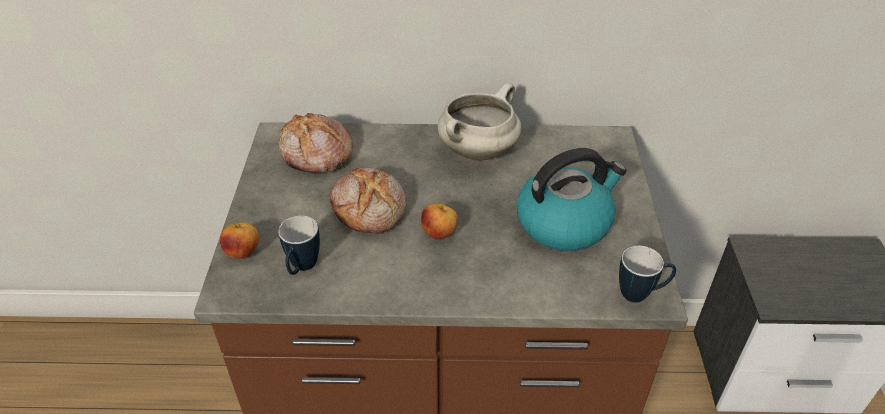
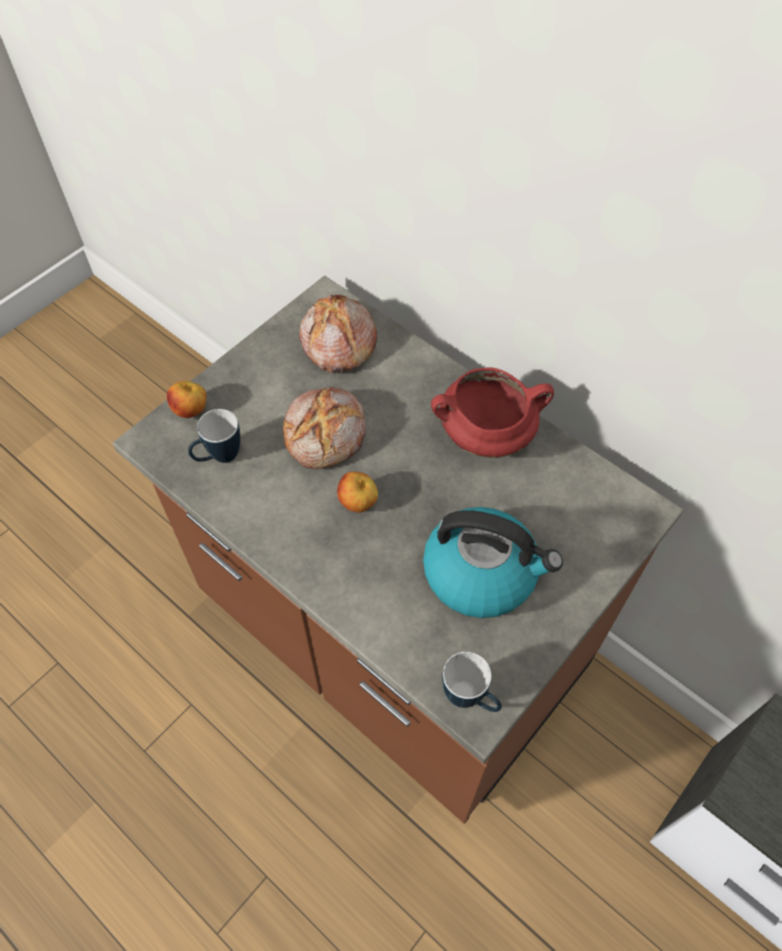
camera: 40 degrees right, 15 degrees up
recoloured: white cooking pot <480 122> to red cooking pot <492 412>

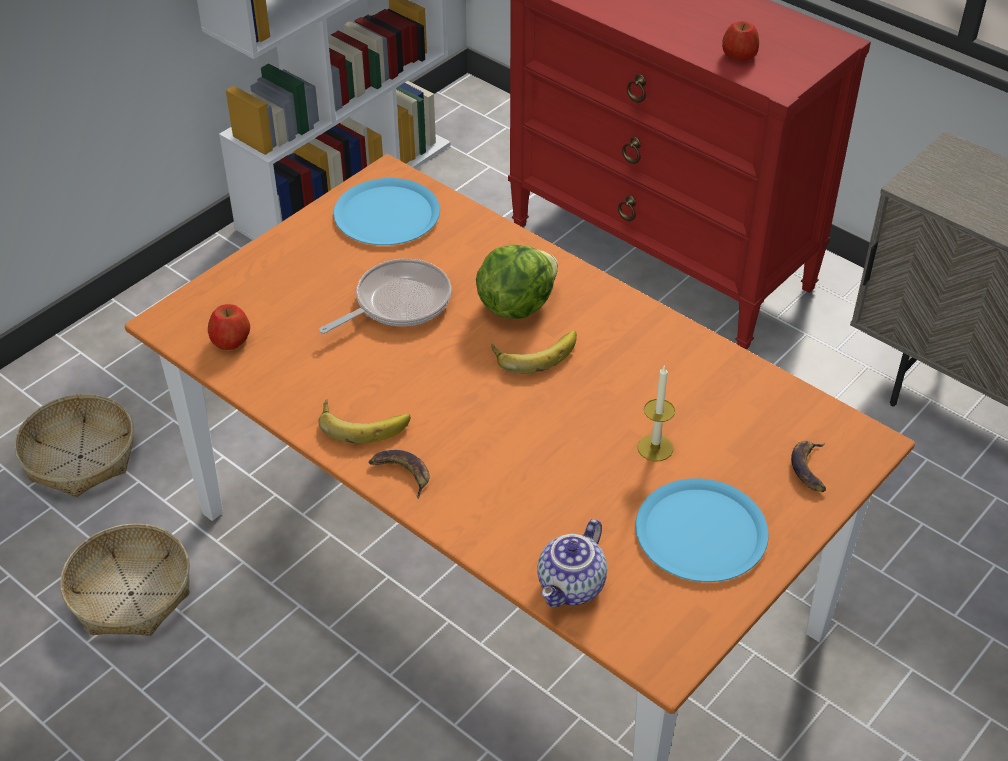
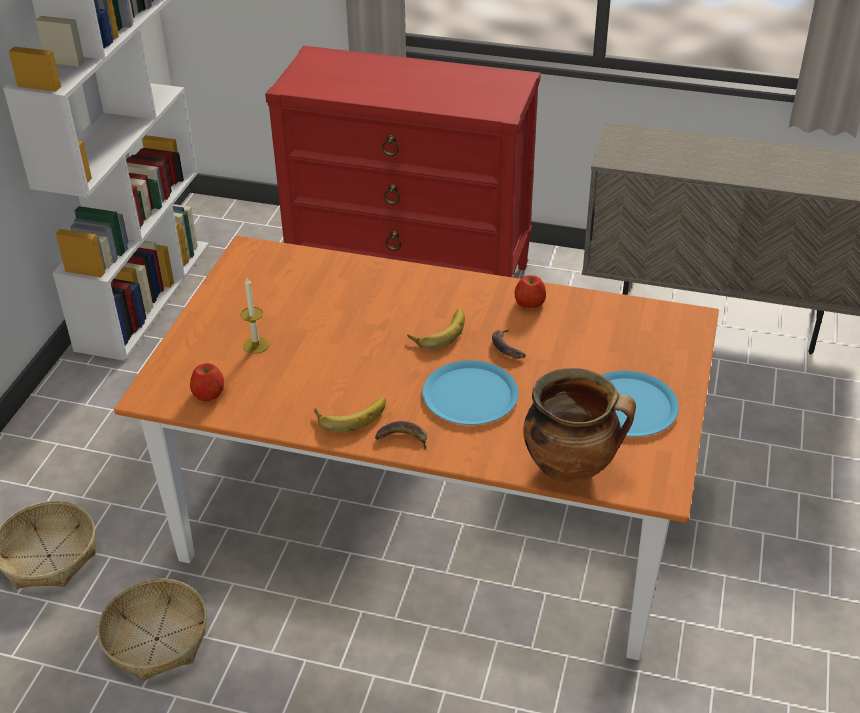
camera: 25 degrees left, 5 degrees down
removed: frying pan <385 296>; lettuce <517 282>
moved: blue plate <386 211> to <470 392>; candle <656 413> to <255 316>; apple <740 41> to <530 291>; banana <808 466> to <509 343>
replaced: teapot <572 563> to cooking pot <579 426>

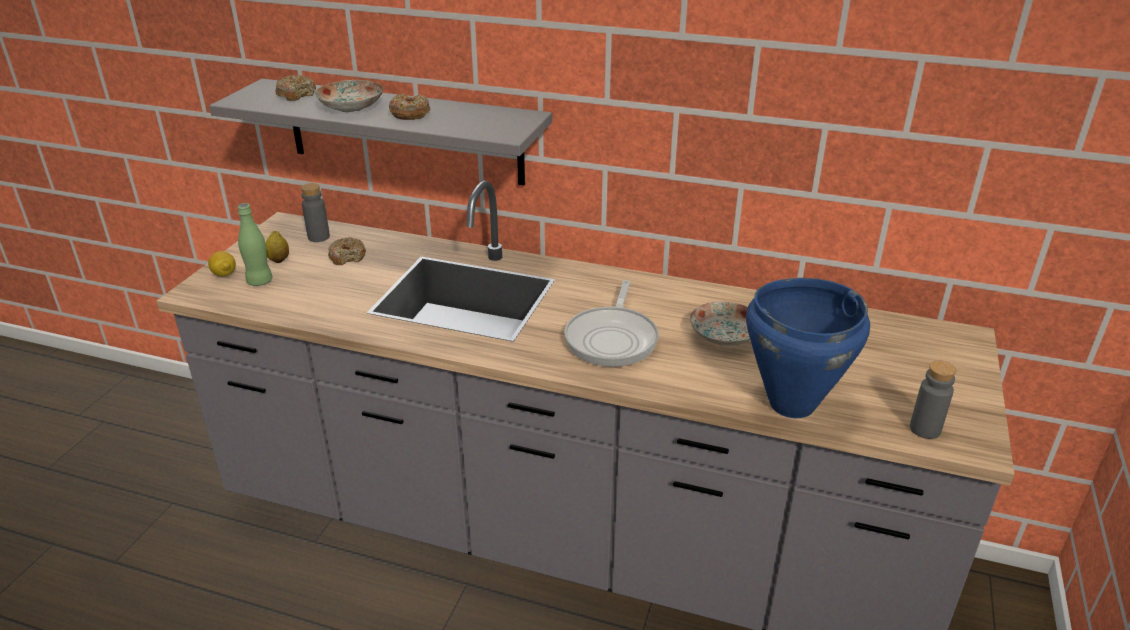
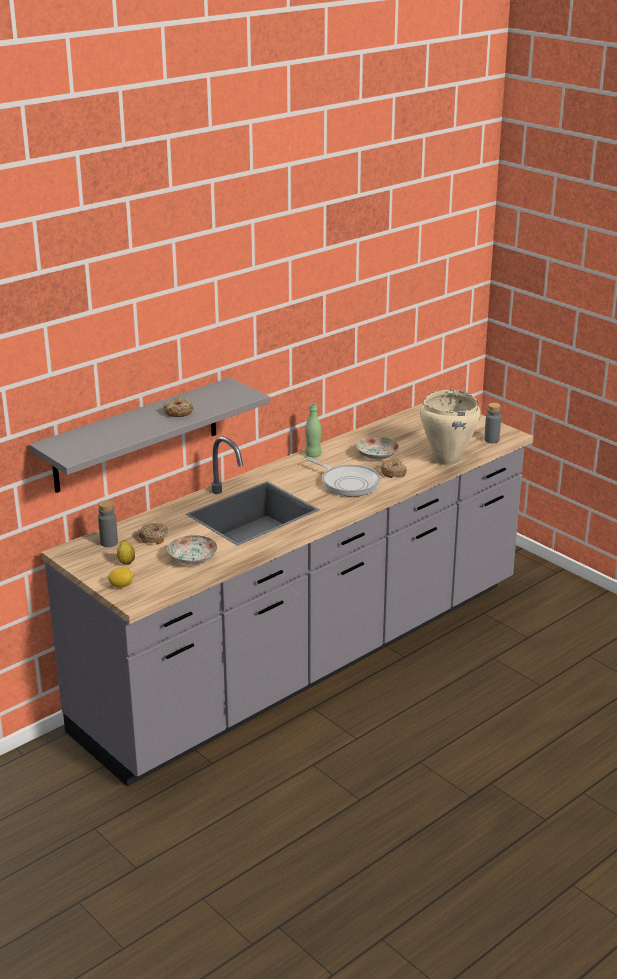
camera: 60 degrees left, 5 degrees down
moved: green bottle <255 244> to <313 430>; donut <295 88> to <393 468>; plate <349 96> to <192 549>
recoloured: blue cooking pot <808 348> to beige cooking pot <450 427>

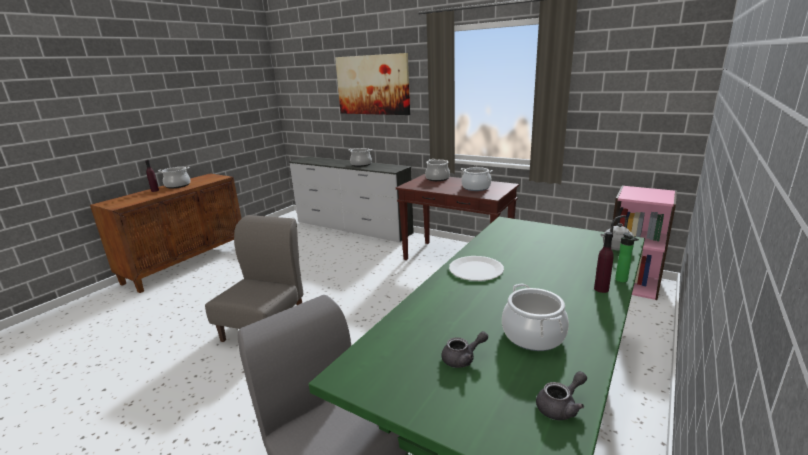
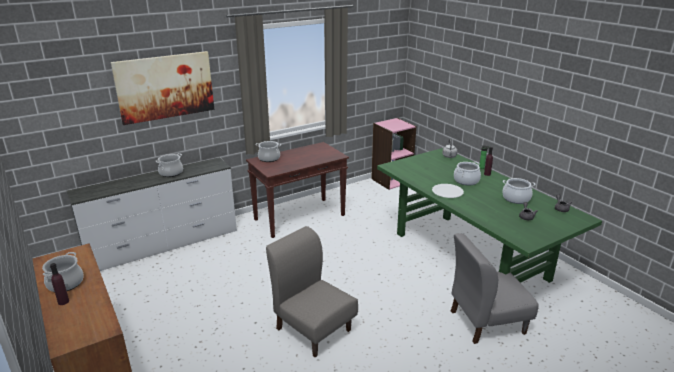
camera: 65 degrees left, 5 degrees up
moved: cooking pot <477 179> to <467 173>

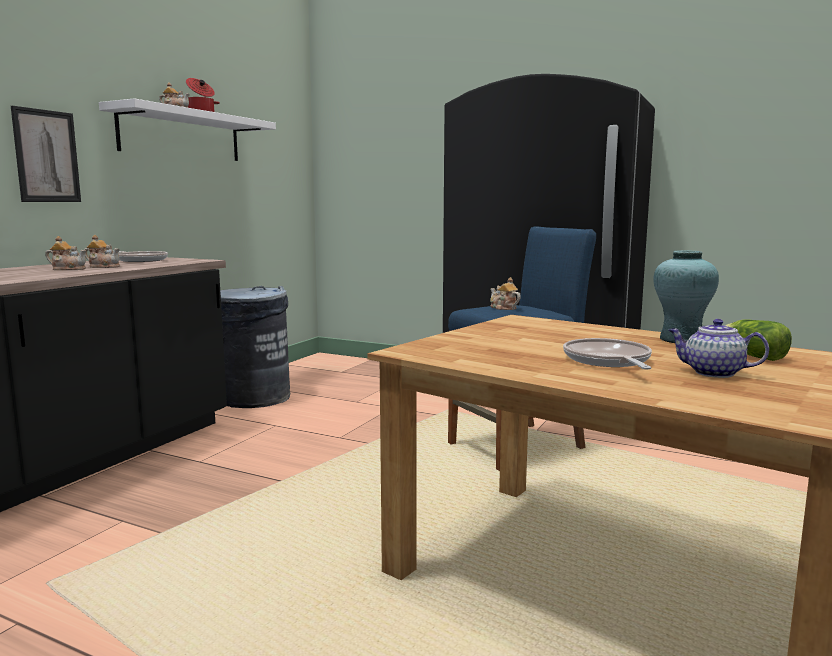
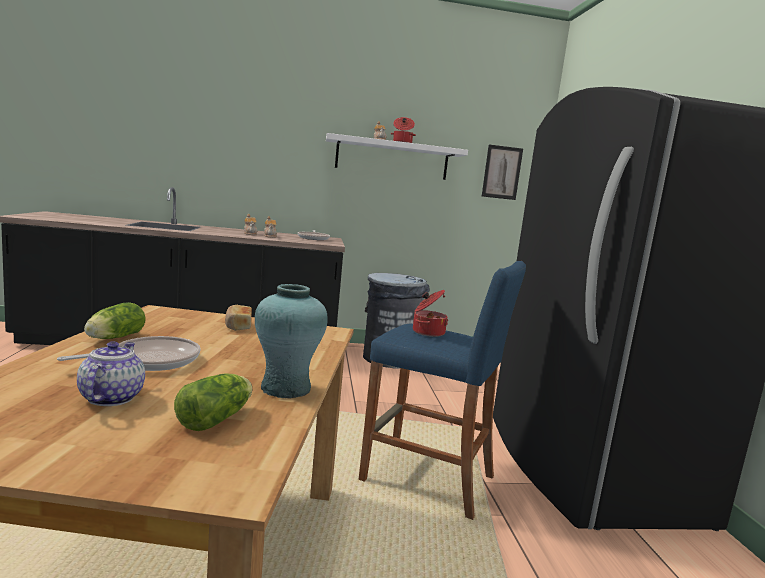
camera: 55 degrees right, 0 degrees up
added: lettuce <115 320>; bread <238 318>
moved: picture <46 154> to <502 172>
replaced: teapot <505 293> to cooking pot <430 313>

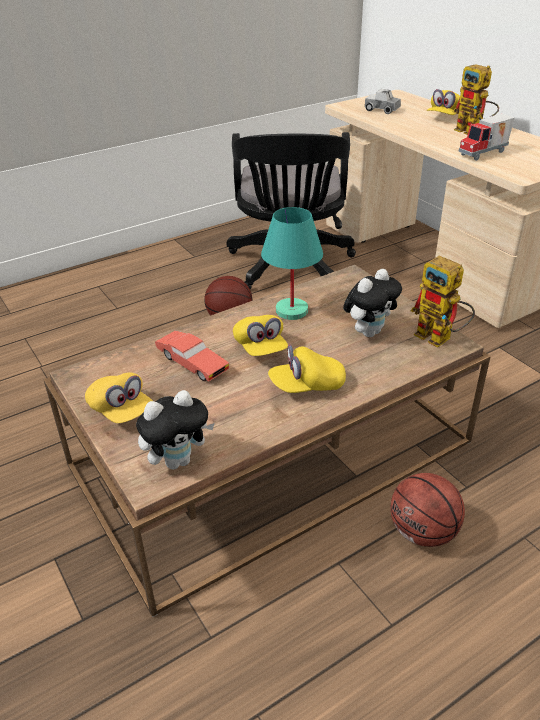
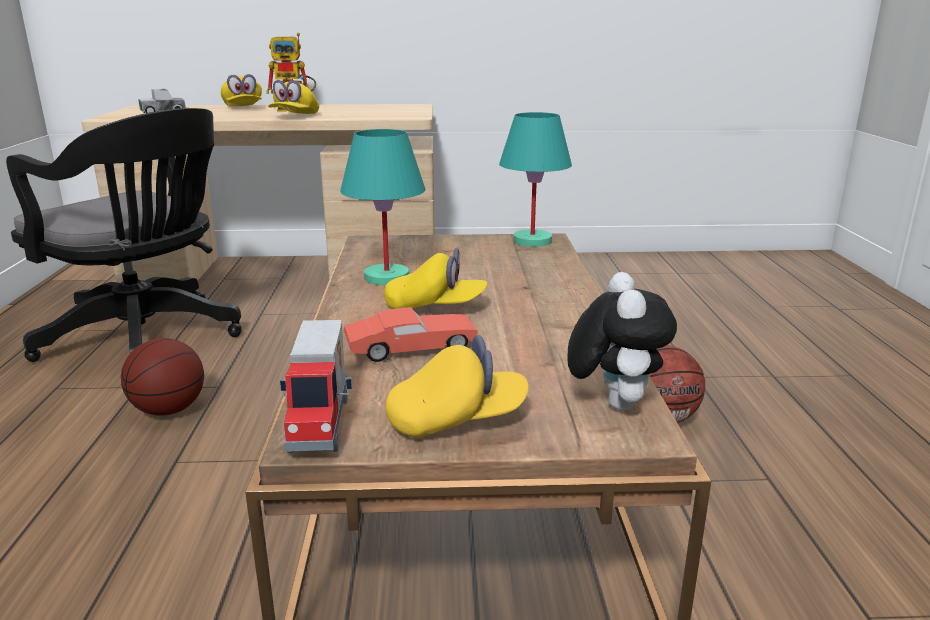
camera: 60 degrees left, 15 degrees down
removed: plush toy <372 303>
moved: yellow cap <307 369> to <293 97>; toy truck <486 137> to <316 387>
replaced: toy robot <443 301> to turquoise table lamp <535 179>

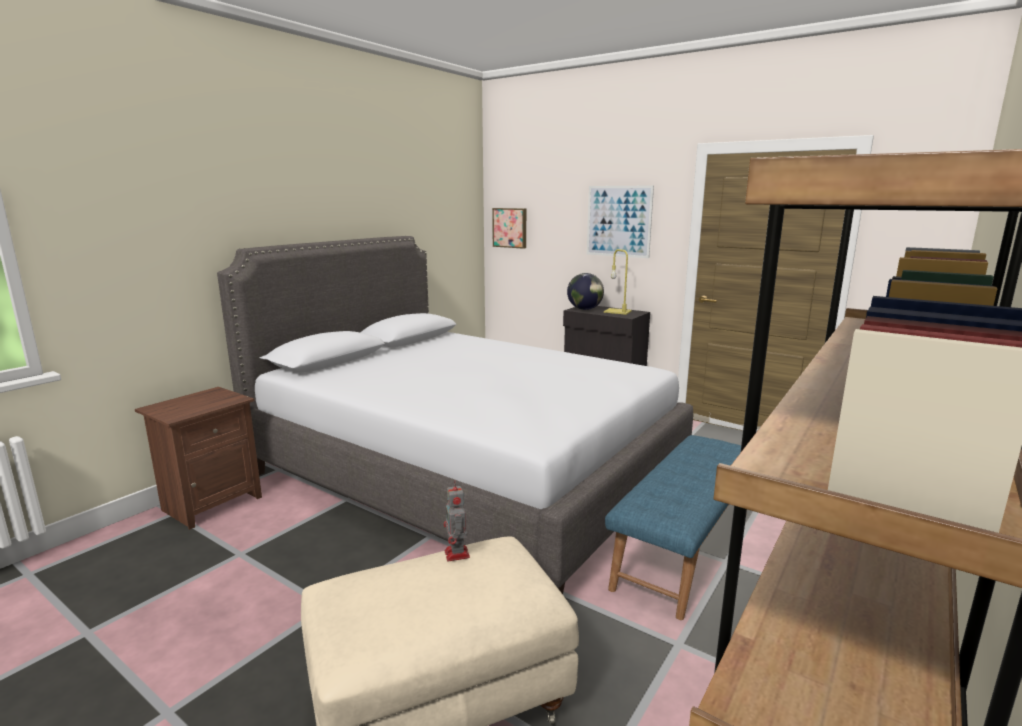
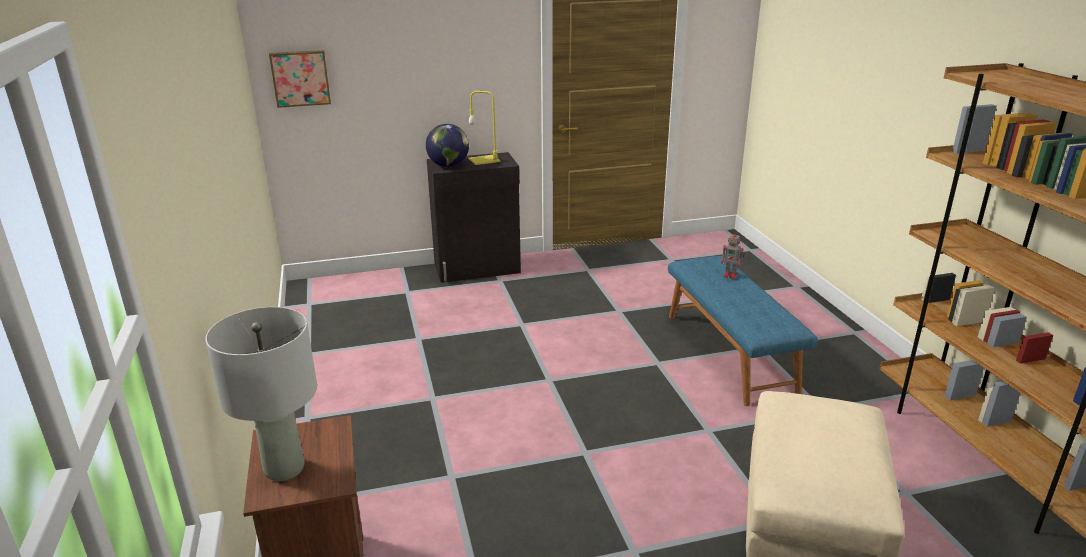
camera: 50 degrees left, 10 degrees up
removed: grey bed <455 415>; picture <620 221>
added: grey table lamp <261 394>
moved: toy robot <457 521> to <733 255>

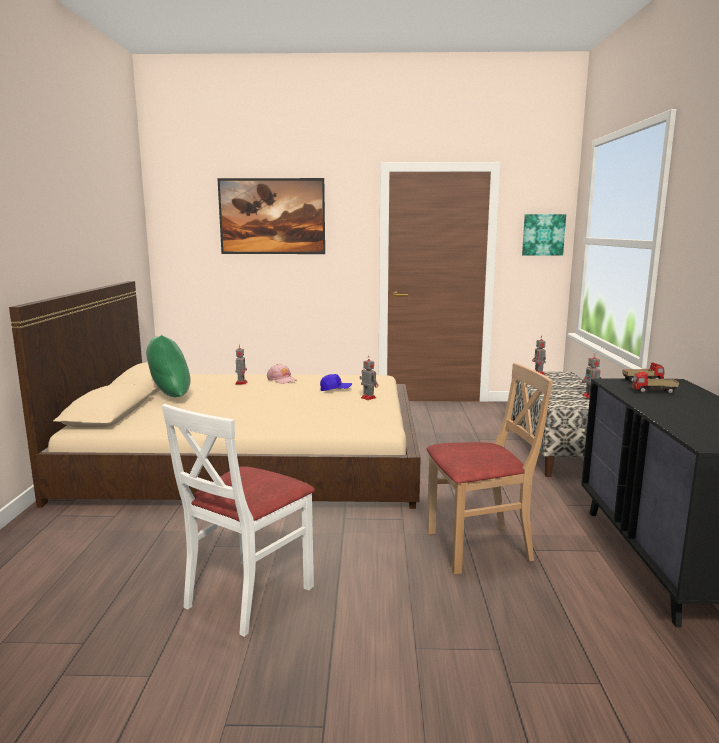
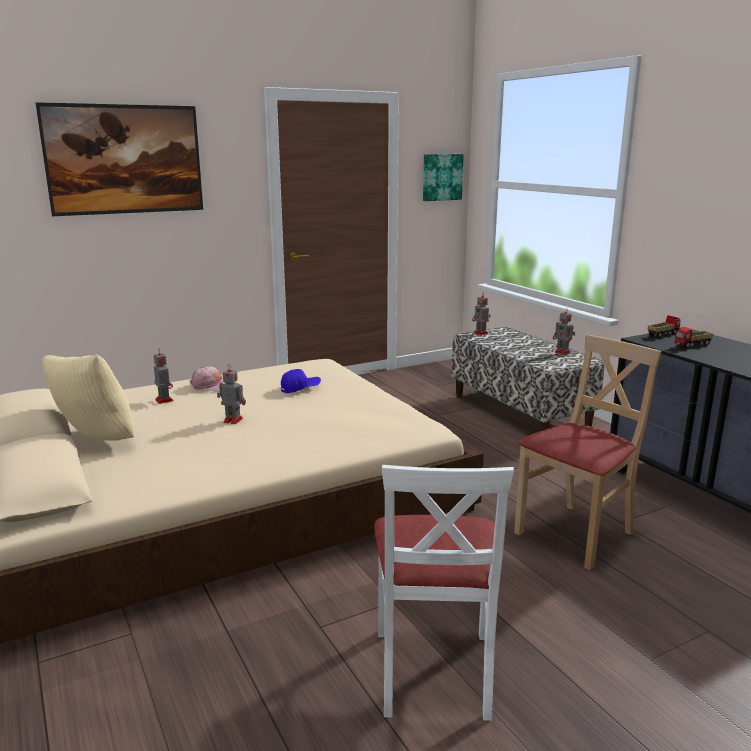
camera: 30 degrees left, 5 degrees up
moved: toy robot <369 379> to <231 394>
recoloured: green pillow <168 366> to beige pillow <88 397>

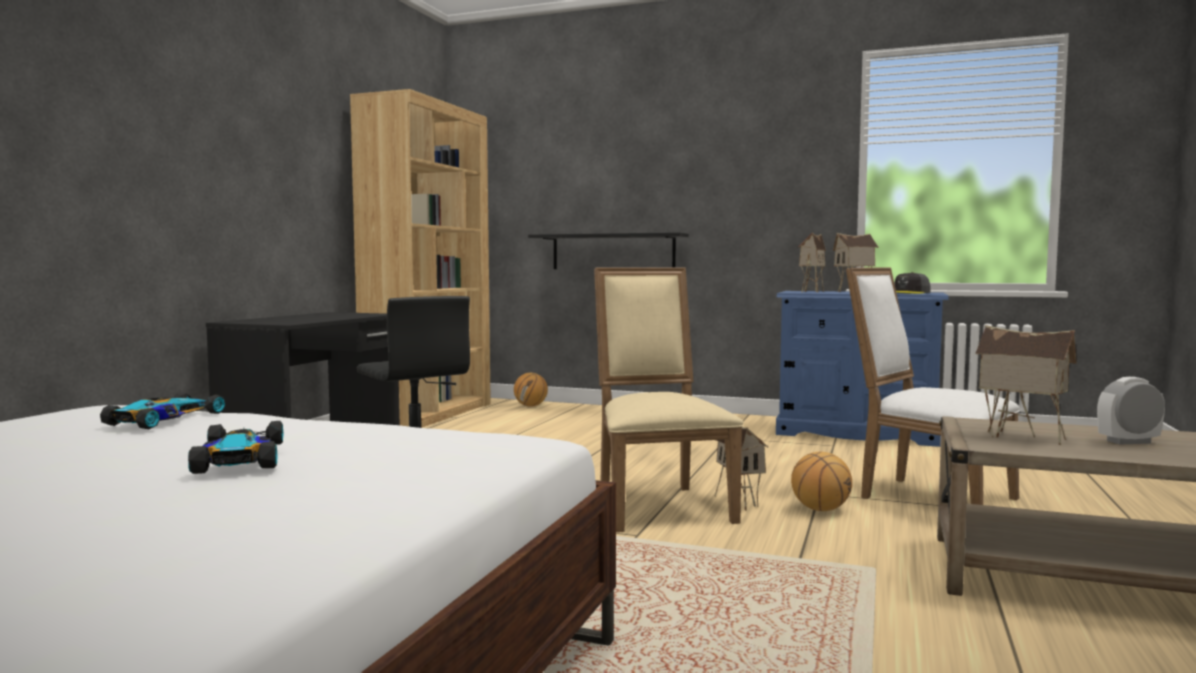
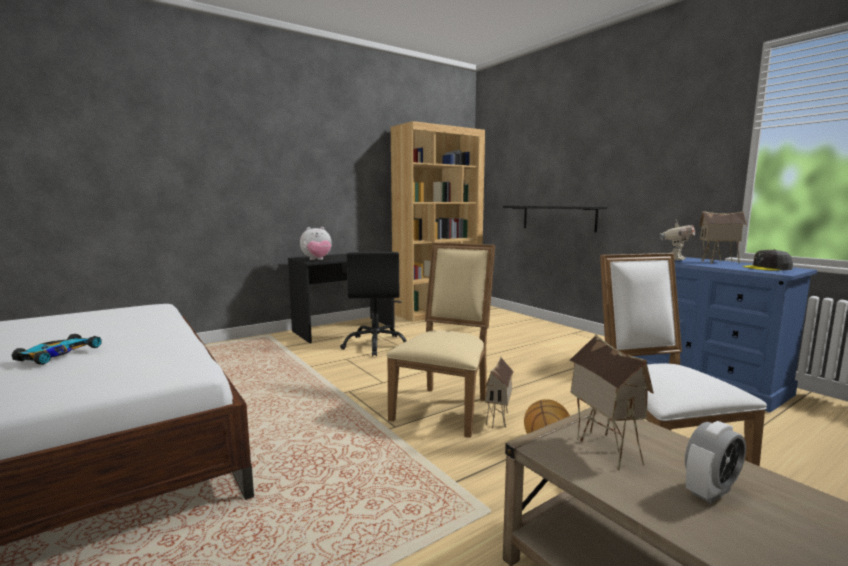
camera: 35 degrees right, 5 degrees up
removed: toy car <162 411>; basketball <531 390>
added: plush toy <316 243>
replaced: toy house <812 263> to toy robot <677 241>
turned: alarm clock <1131 410> = <715 462> 120 degrees clockwise

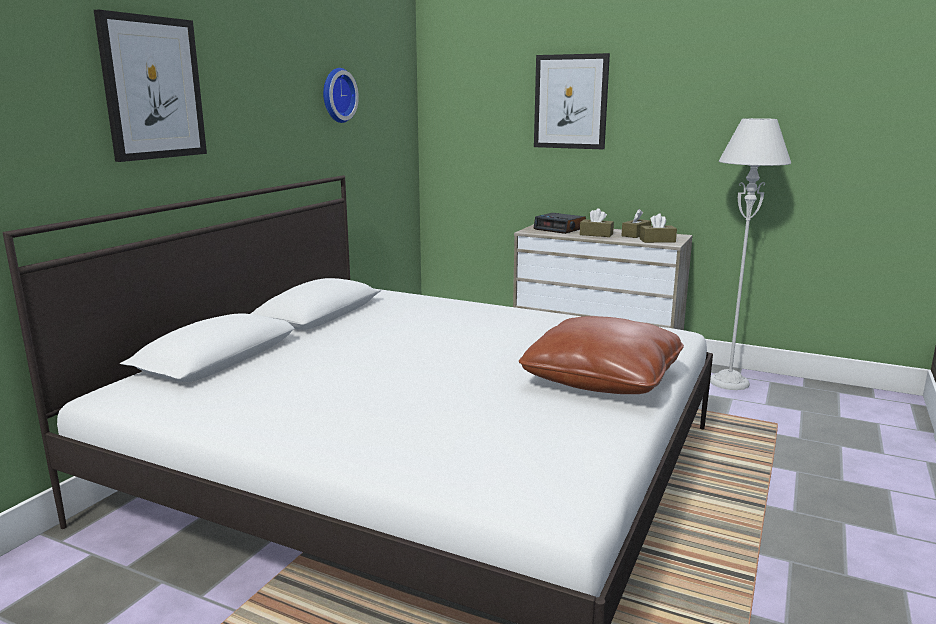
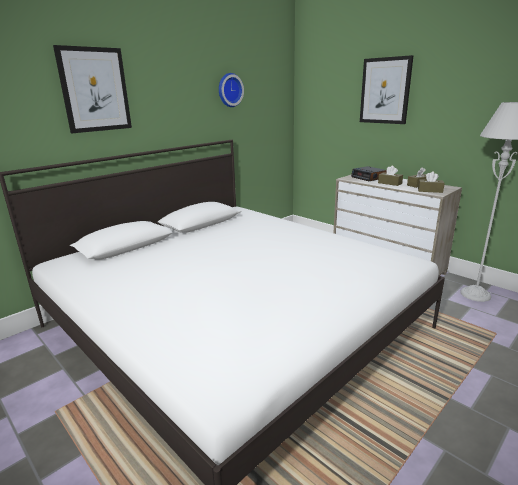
camera: 20 degrees right, 5 degrees up
removed: brown pillow <601 355>

